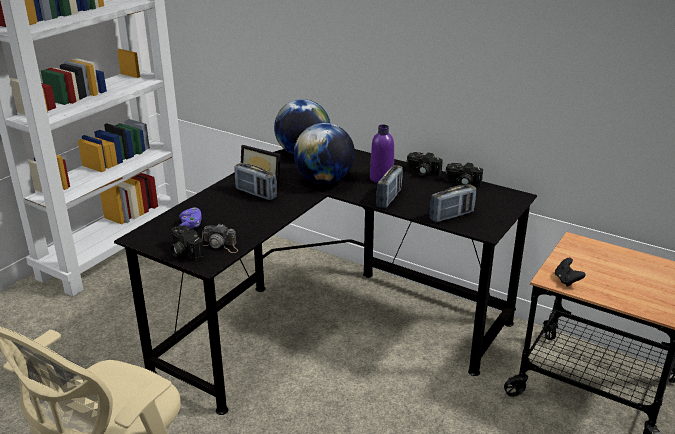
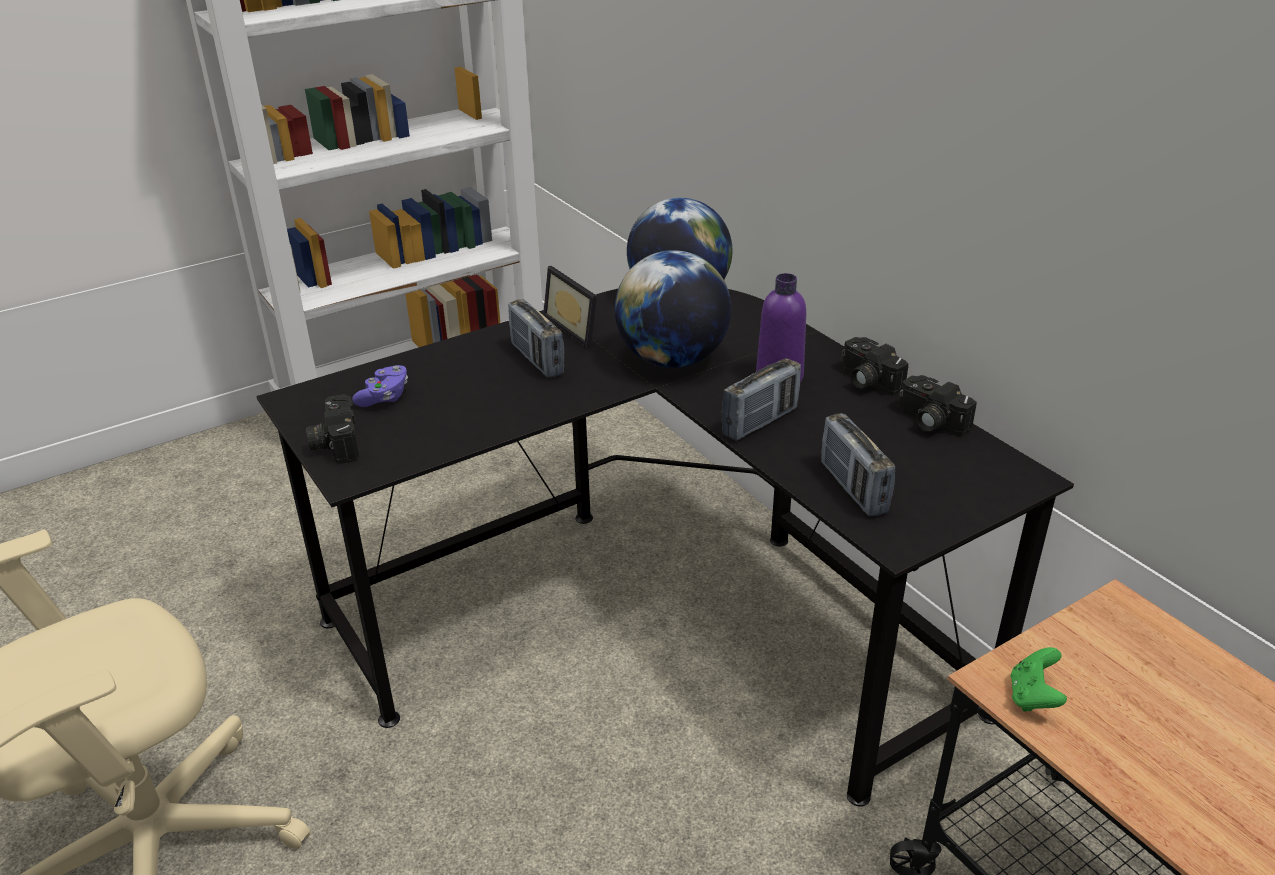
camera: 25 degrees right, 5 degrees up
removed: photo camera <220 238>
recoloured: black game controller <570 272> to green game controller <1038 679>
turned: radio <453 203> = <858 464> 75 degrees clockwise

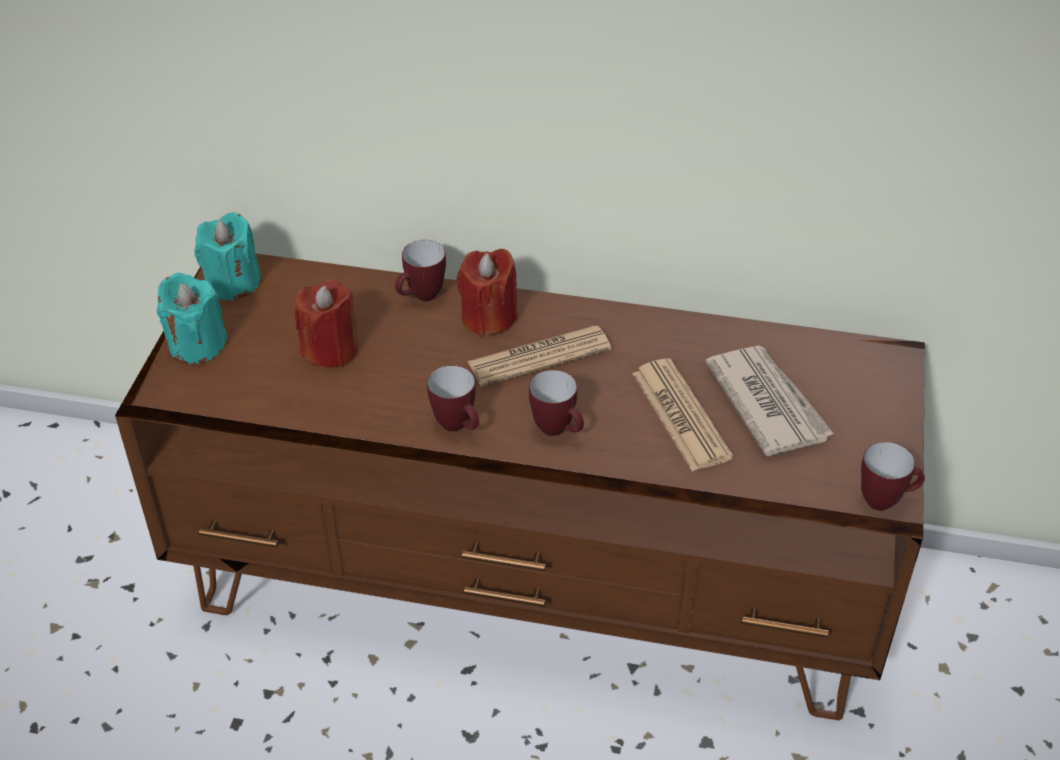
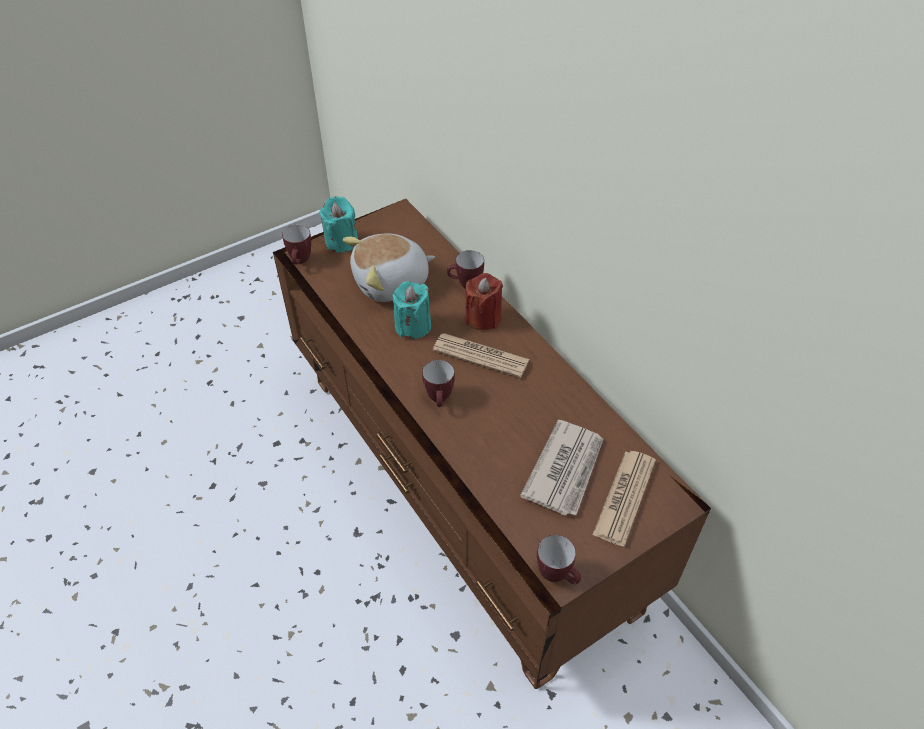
camera: 45 degrees right, 5 degrees up
moved: turquoise candle <228 256> to <411 310>; mug <453 398> to <296 245>; newspaper <682 415> to <624 498>
replaced: red candle <326 324> to plush toy <389 268>

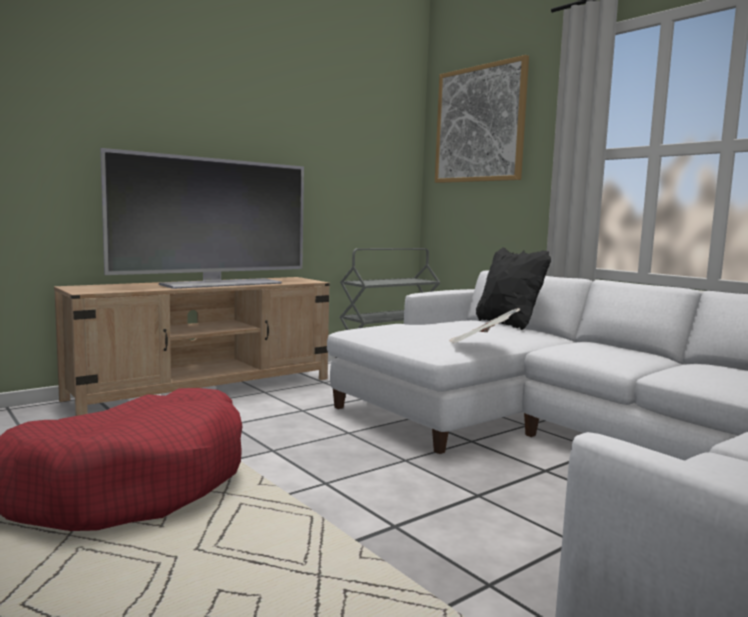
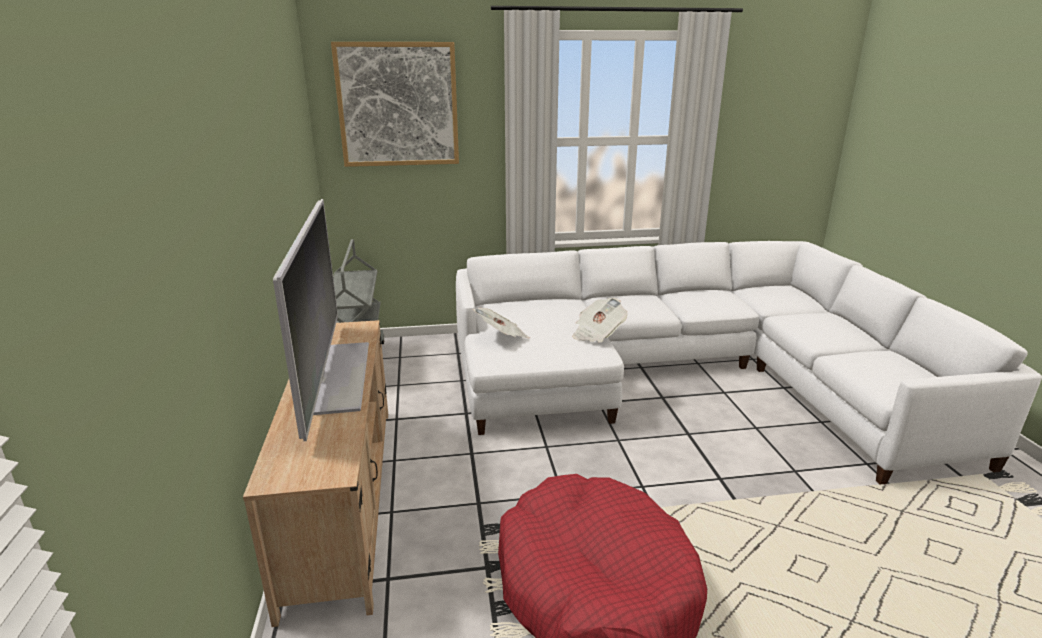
camera: 60 degrees left, 15 degrees up
removed: black pillow <513 288>
added: newspaper <501 323>

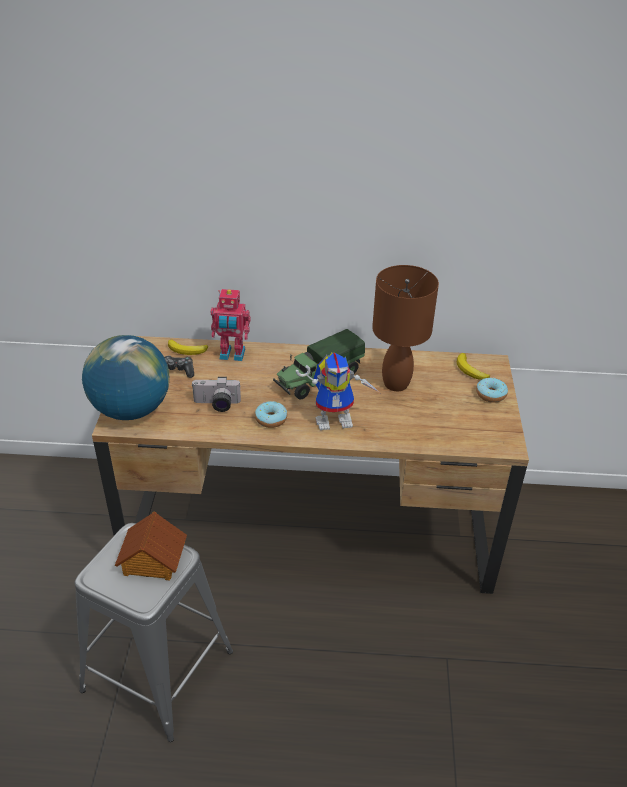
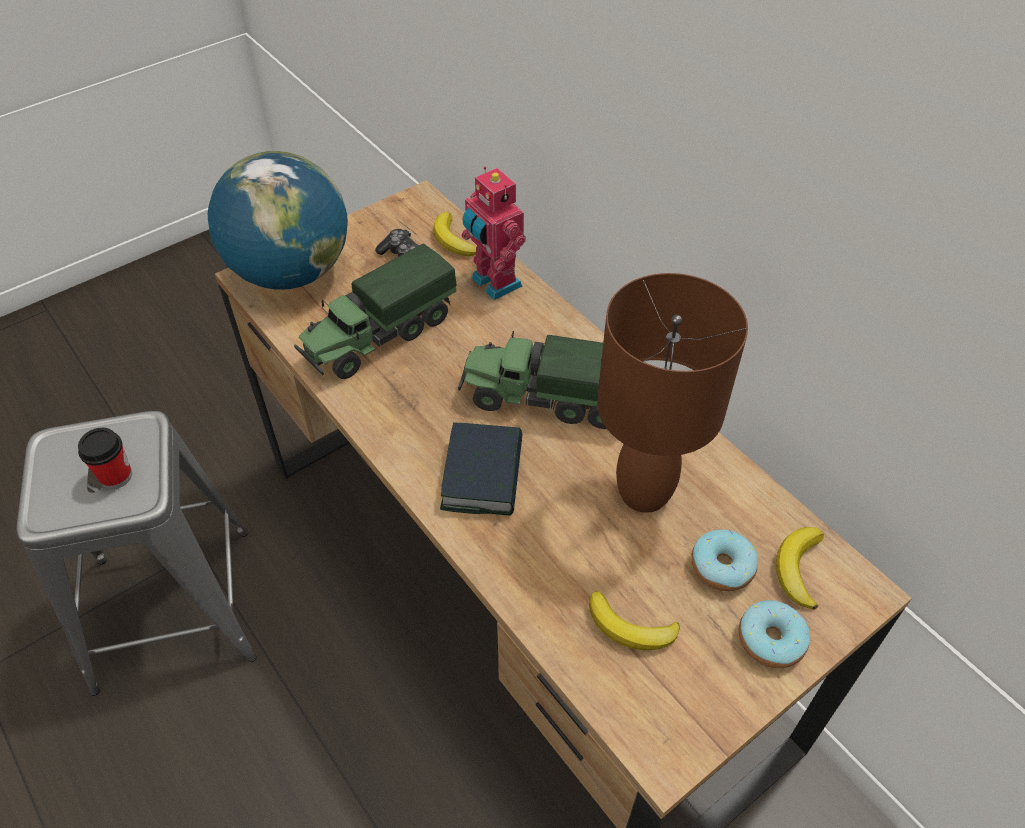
camera: 50 degrees right, 10 degrees up
added: banana <634 620>
moved: donut <271 414> to <724 560>
replaced: toy house <151 546> to cup <105 458>; photo camera <216 394> to toy truck <375 311>; toy robot <338 391> to book <481 469>

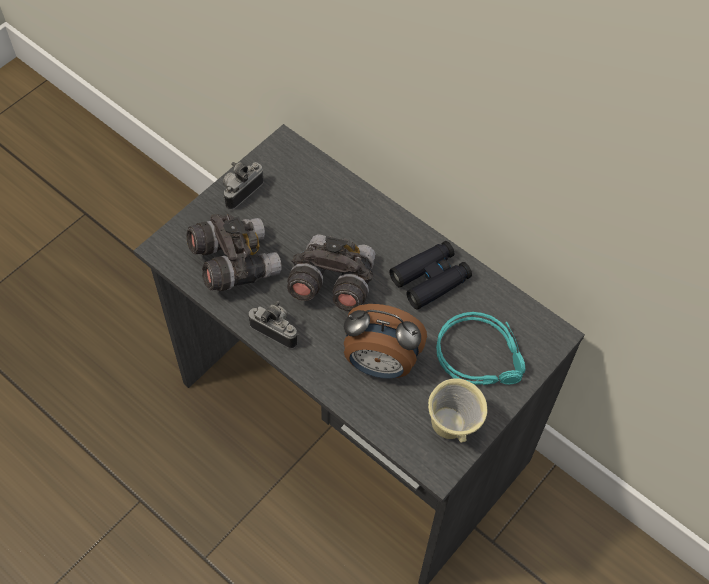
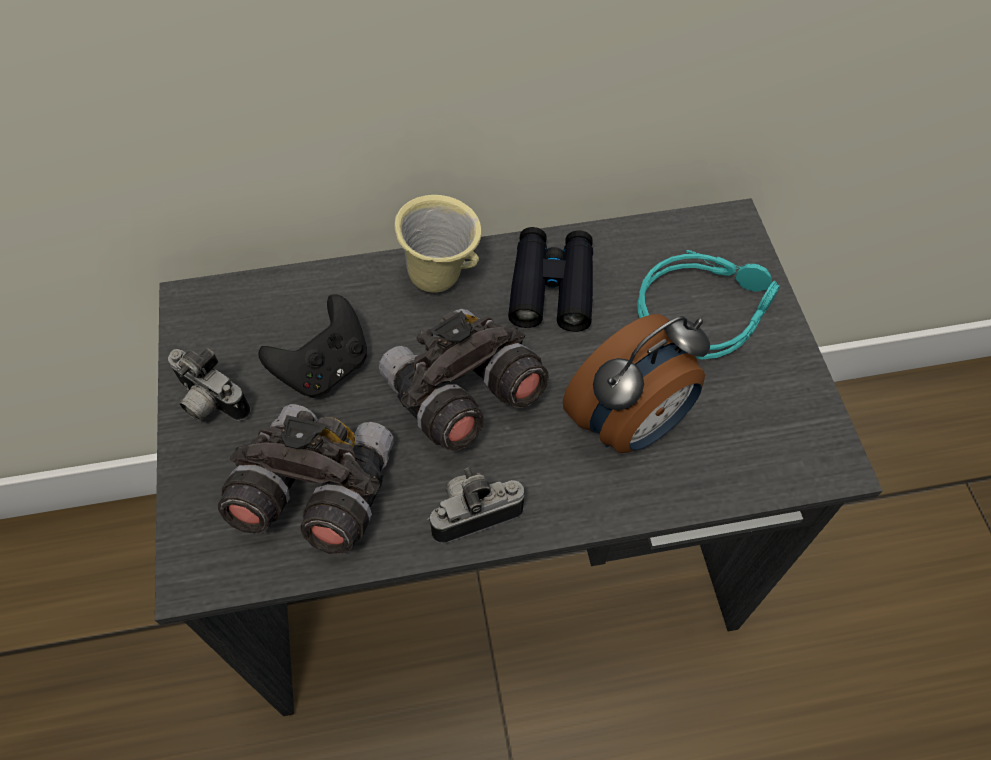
camera: 50 degrees left, 0 degrees up
added: black game controller <312 346>
moved: beige mug <457 410> to <438 244>
turned: photo camera <243 186> = <209 384> 45 degrees counterclockwise

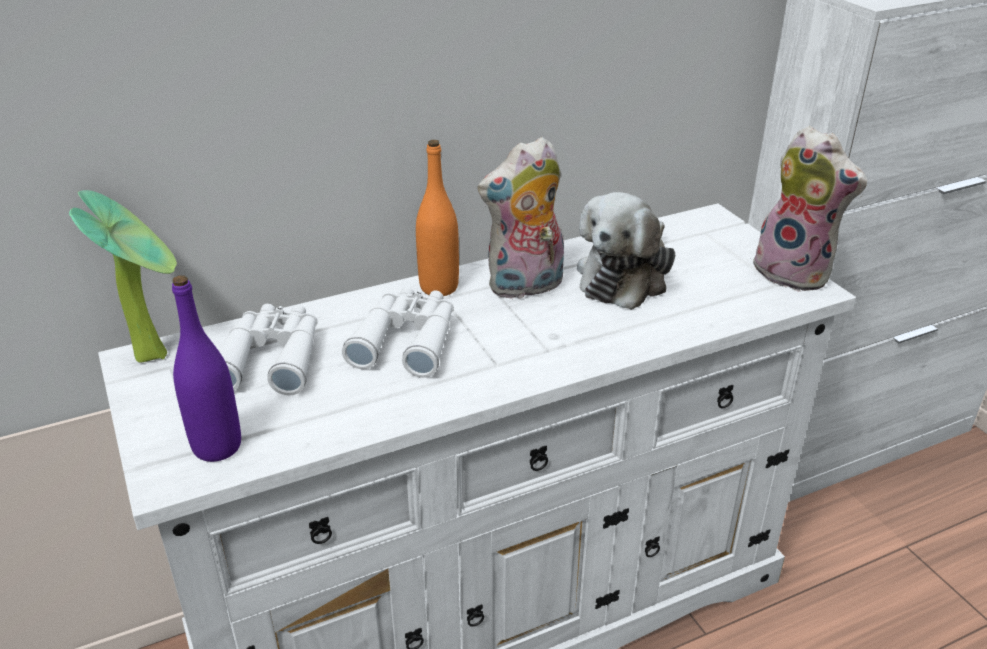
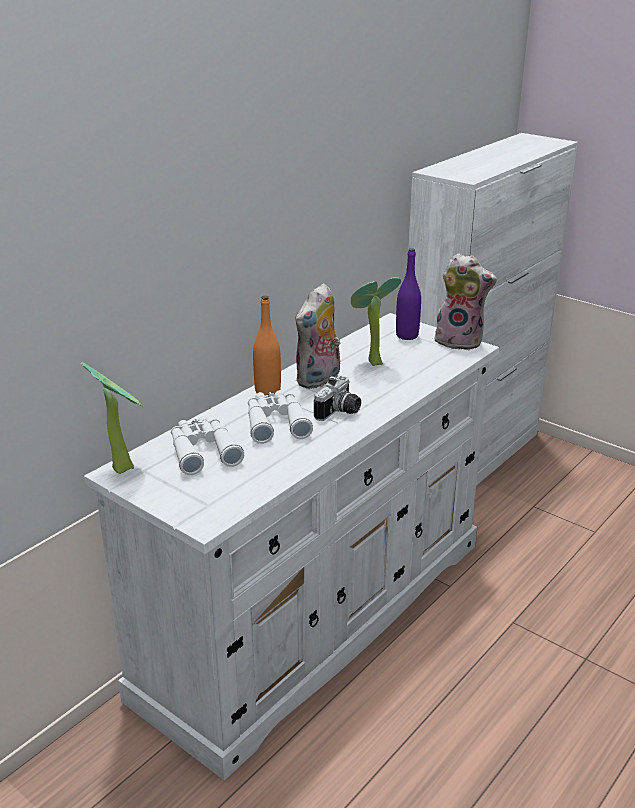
camera: 25 degrees left, 5 degrees down
added: photo camera <337 398>
moved: purple bottle <206 368> to <408 294>
replaced: plush toy <626 251> to potted plant <376 322>

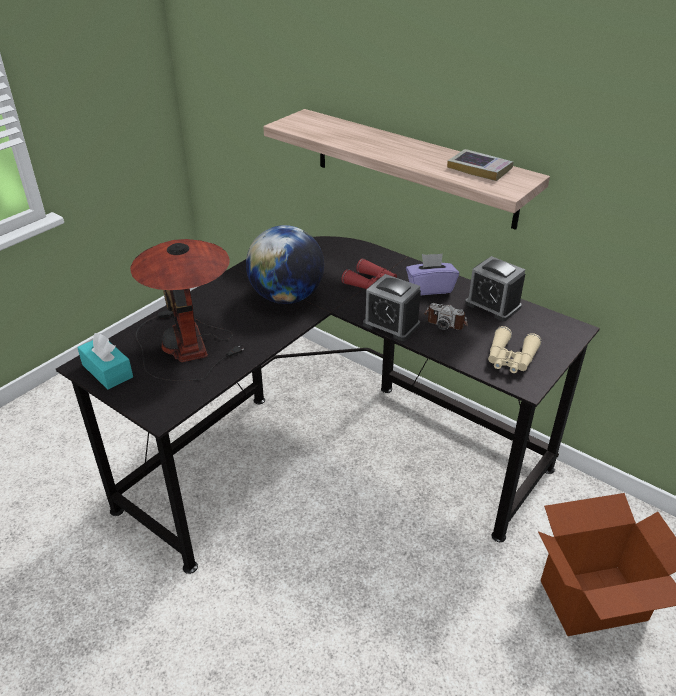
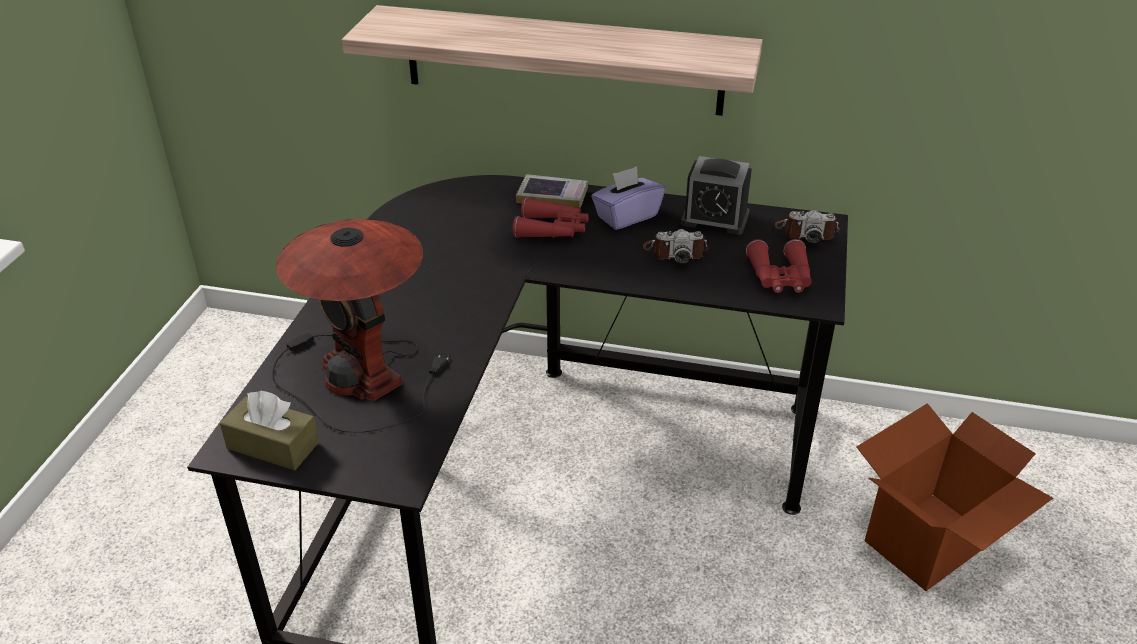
camera: 25 degrees left, 0 degrees up
removed: globe <285 264>; alarm clock <392 307>
added: photo camera <807 226>
moved: book <480 165> to <552 191>
recoloured: turquoise tissue box <105 361> to brown tissue box <269 430>; beige binoculars <514 349> to red binoculars <779 266>

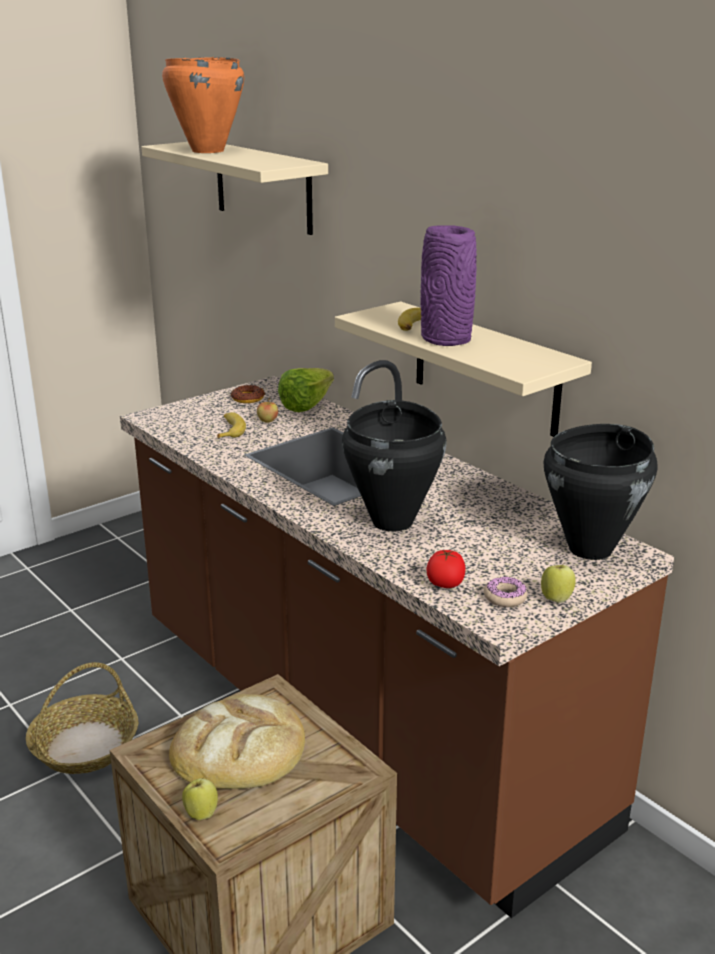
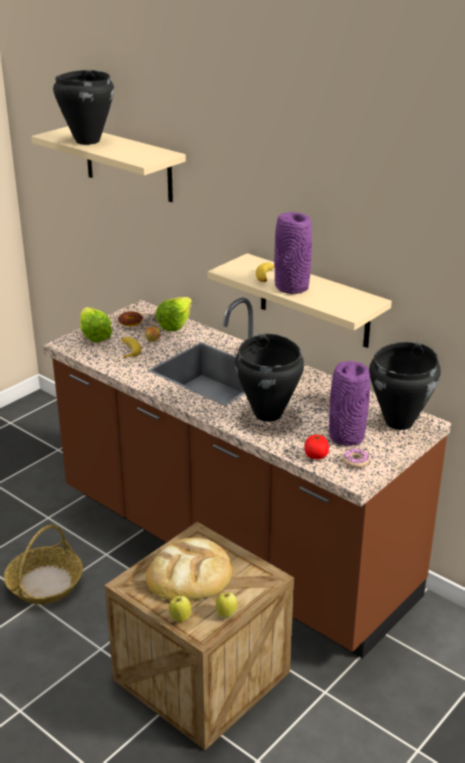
camera: 10 degrees left, 5 degrees up
added: lettuce <96 324>; purple vase <349 403>
moved: apple <558 582> to <226 605>
recoloured: orange cooking pot <203 105> to black cooking pot <83 107>

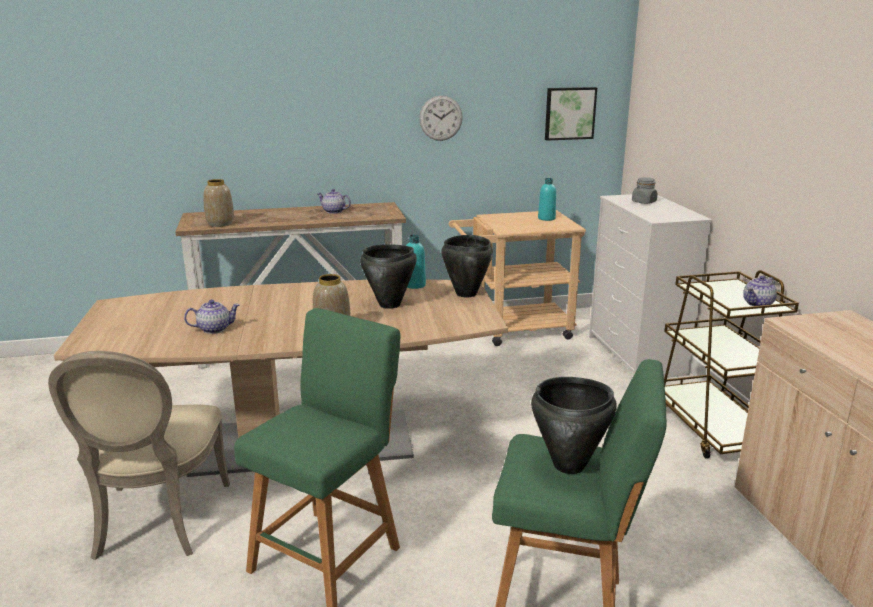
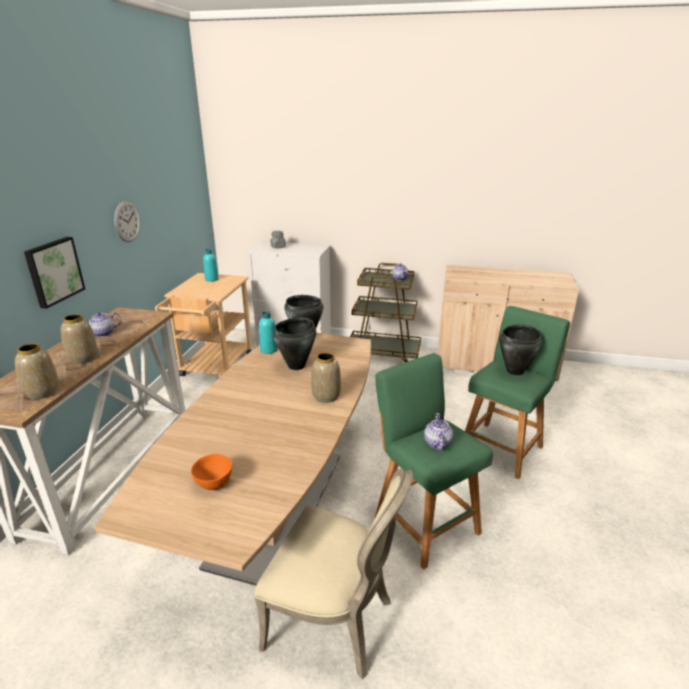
camera: 65 degrees left, 5 degrees up
added: vase <79 339>; orange bowl <211 472>
moved: teapot <212 317> to <438 432>; picture <571 114> to <54 273>

